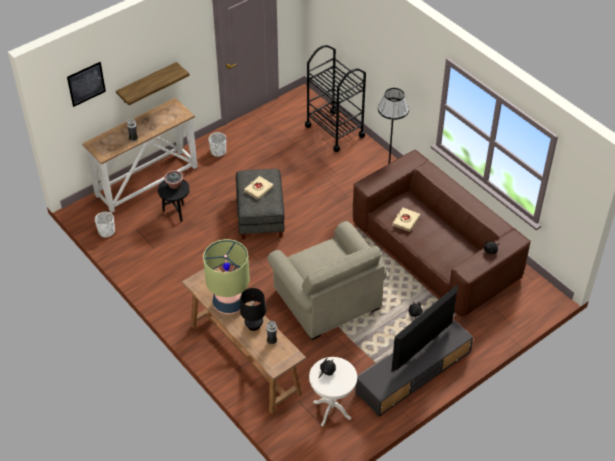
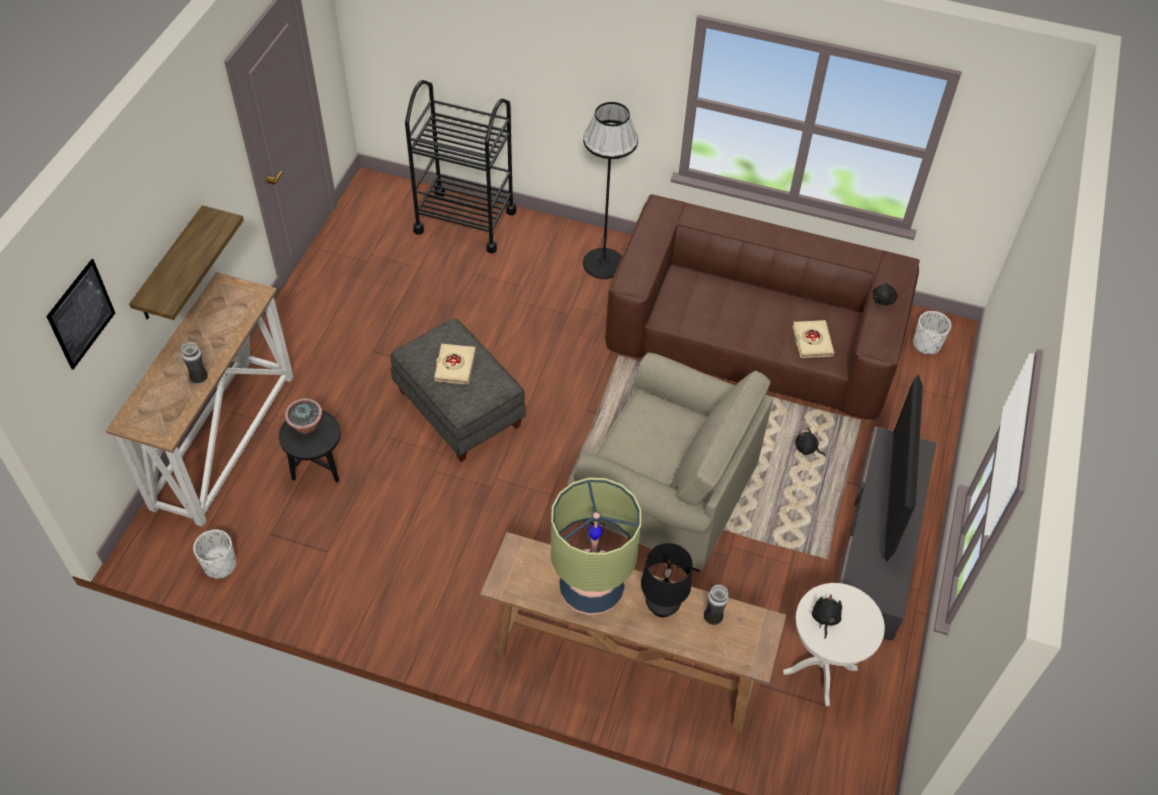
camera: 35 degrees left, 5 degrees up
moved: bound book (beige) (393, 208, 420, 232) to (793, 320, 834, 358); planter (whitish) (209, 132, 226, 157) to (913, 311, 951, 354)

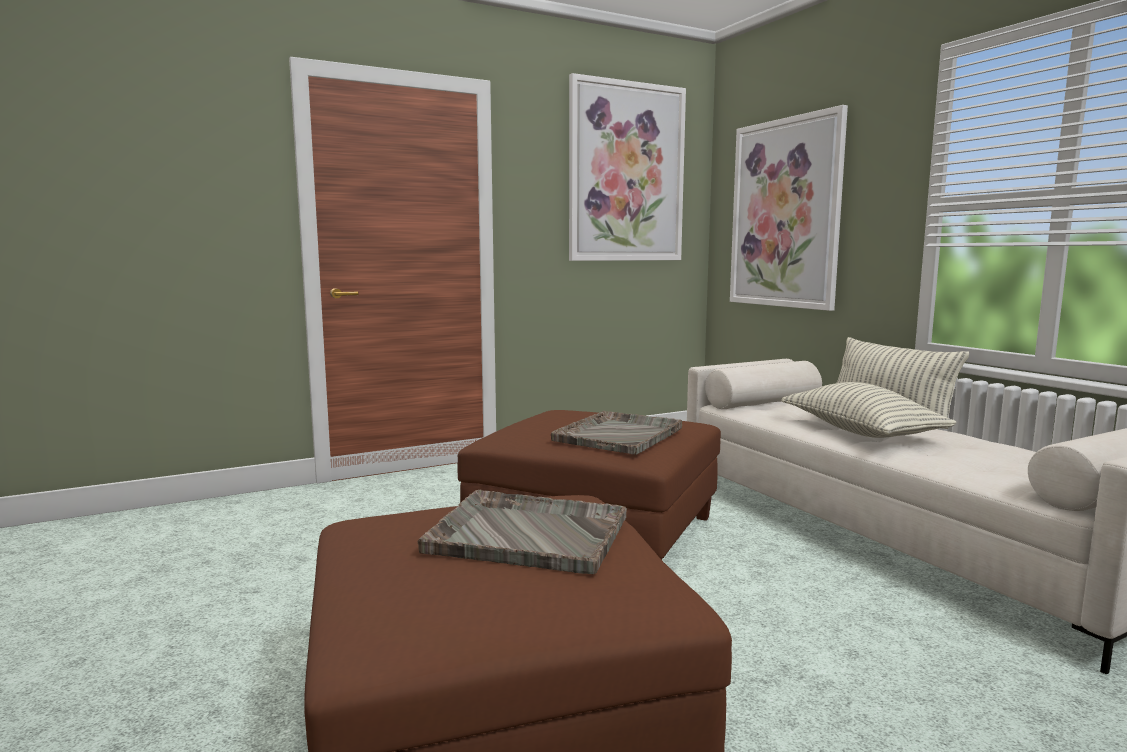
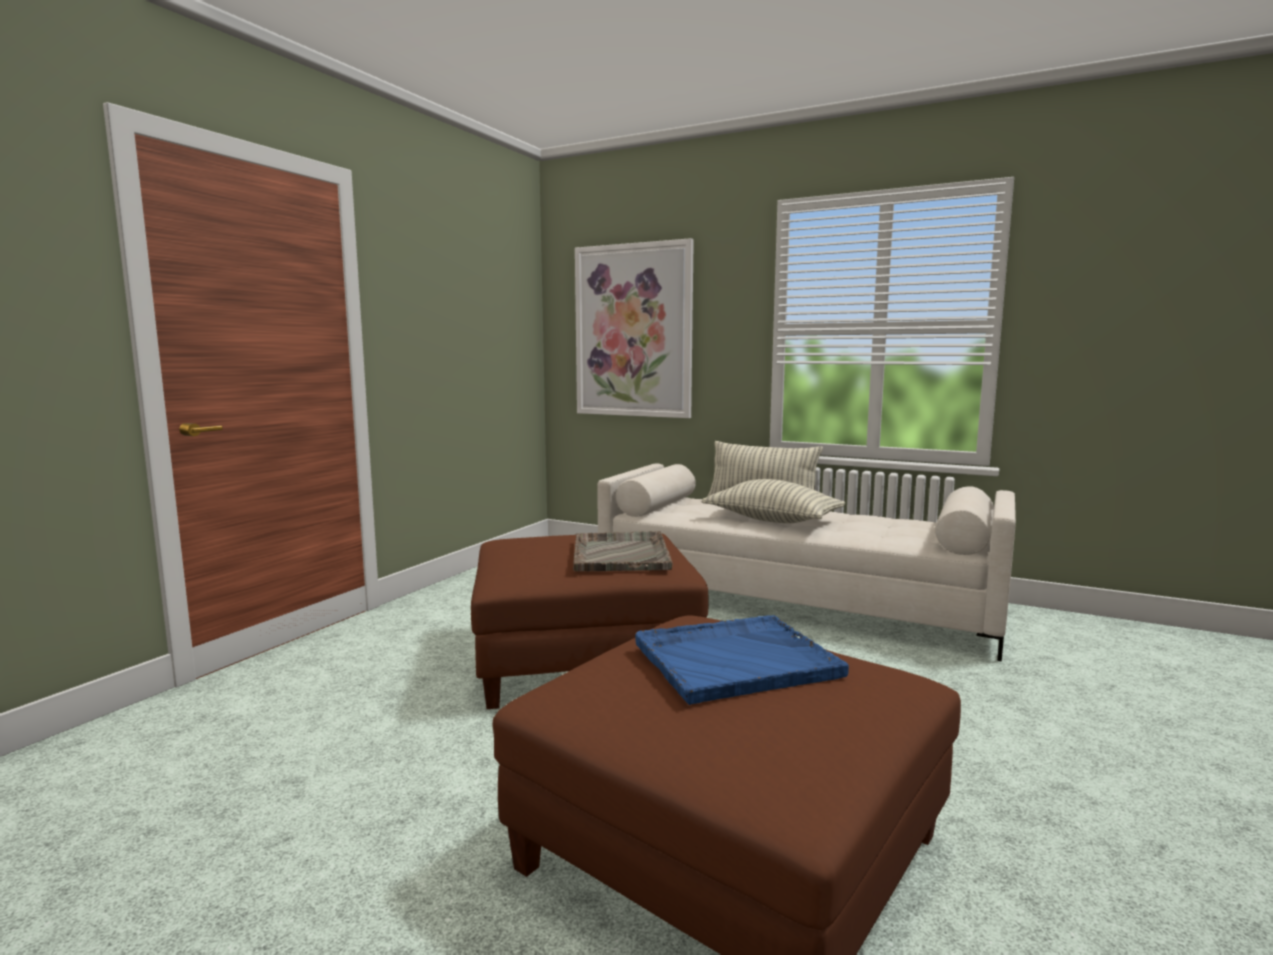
camera: 35 degrees left, 0 degrees up
removed: wall art (569, 73, 686, 261)
recoloured: carrying tray (gray) (418, 490, 627, 574) to carrying tray (blue) (635, 615, 849, 705)

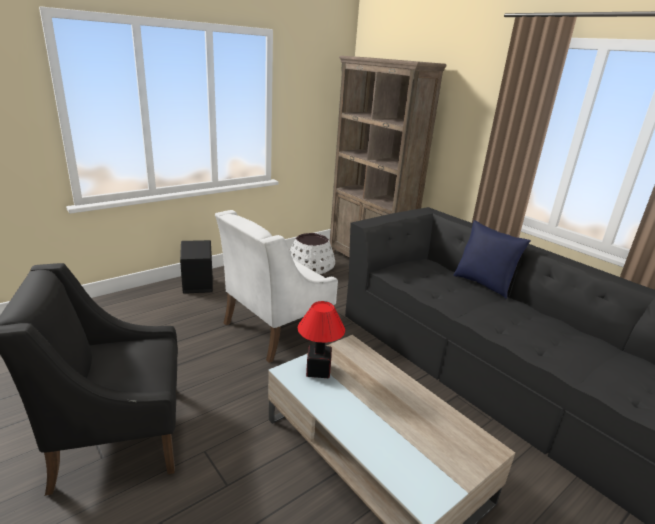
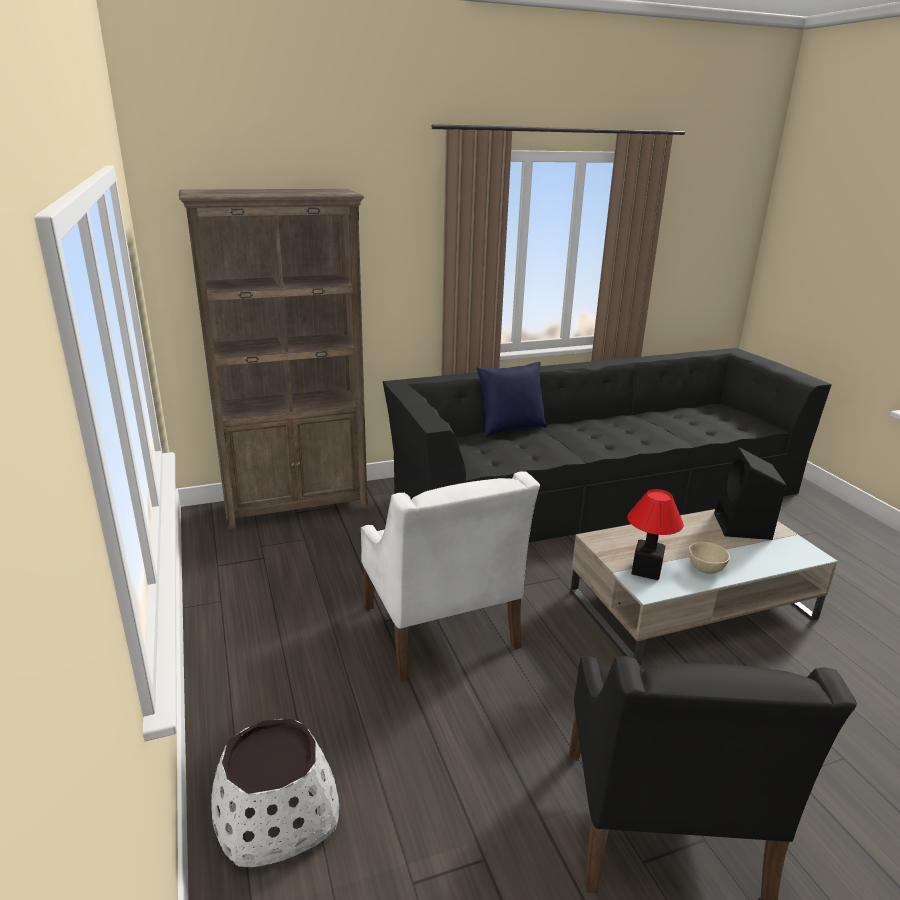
camera: 70 degrees left, 0 degrees up
added: bowl (beige) (689, 542, 730, 574)
moved: planter (whitish) (290, 233, 335, 274) to (211, 719, 339, 867); audio speaker (blackish) (180, 240, 213, 294) to (714, 447, 786, 540)

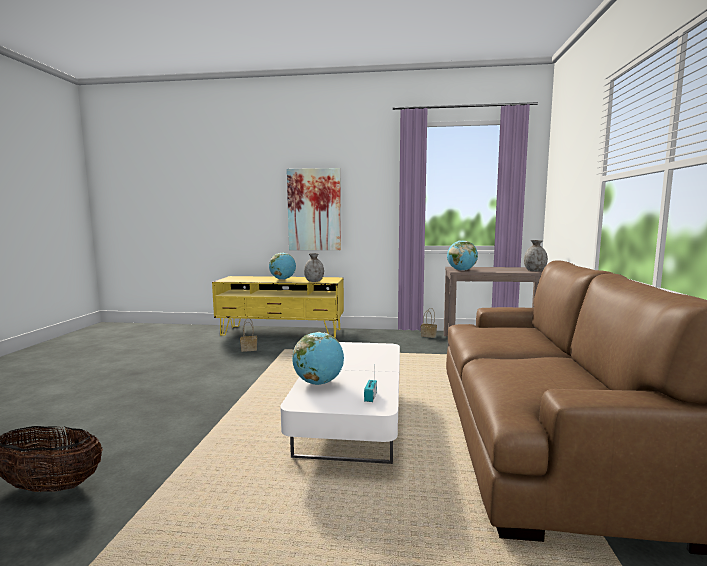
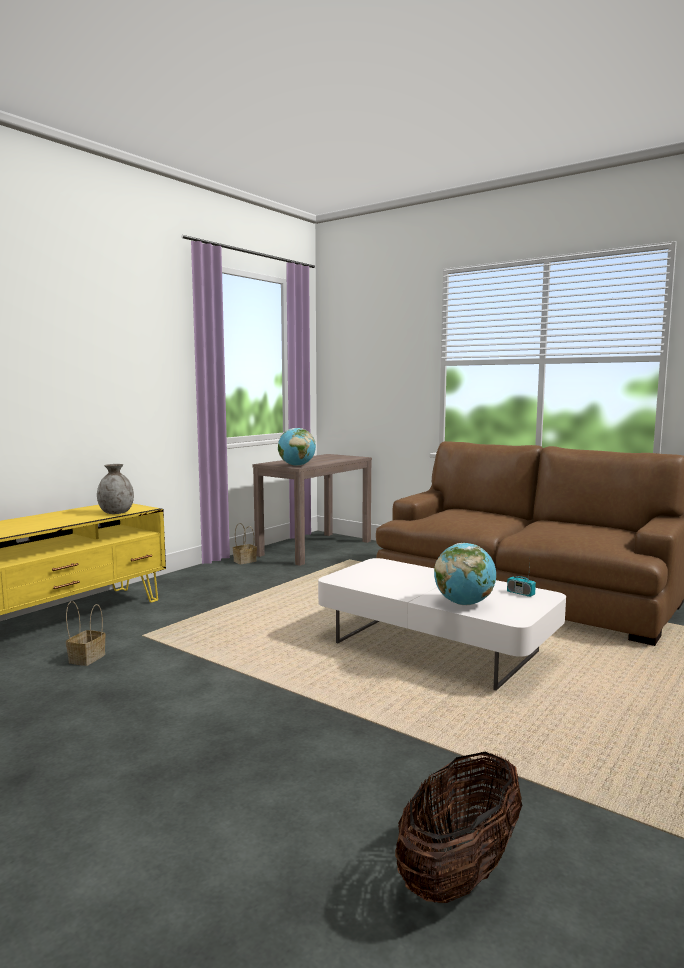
camera: 60 degrees left, 0 degrees up
removed: world globe (269, 253, 296, 280); wall art (287, 168, 341, 250); vase (gray) (524, 240, 548, 271)

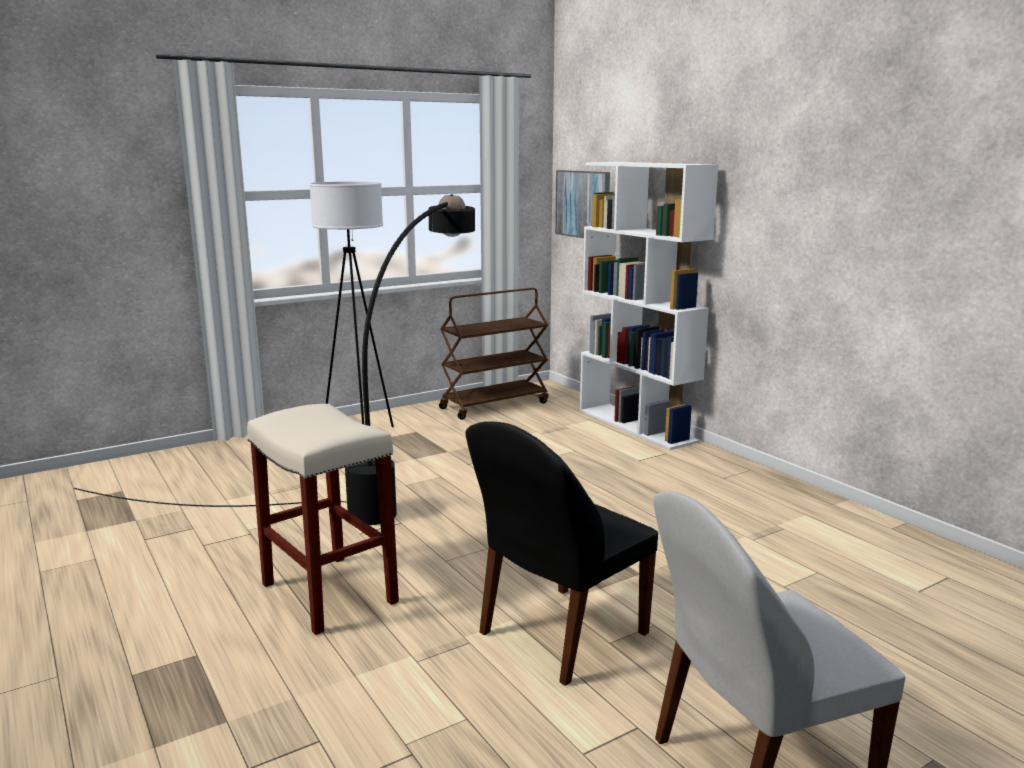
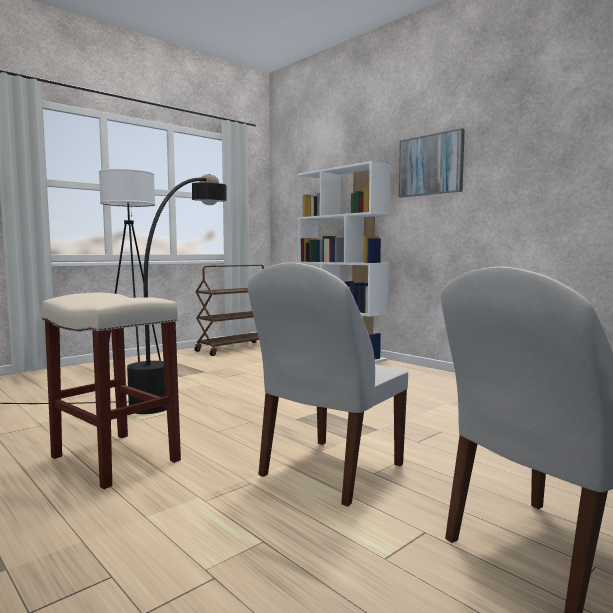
camera: 10 degrees left, 10 degrees down
moved: wall art (555, 170, 610, 238) to (399, 128, 465, 197)
recoloured: plain chair (blackish) (466, 421, 658, 686) to plain chair (whitish) (247, 262, 408, 506)

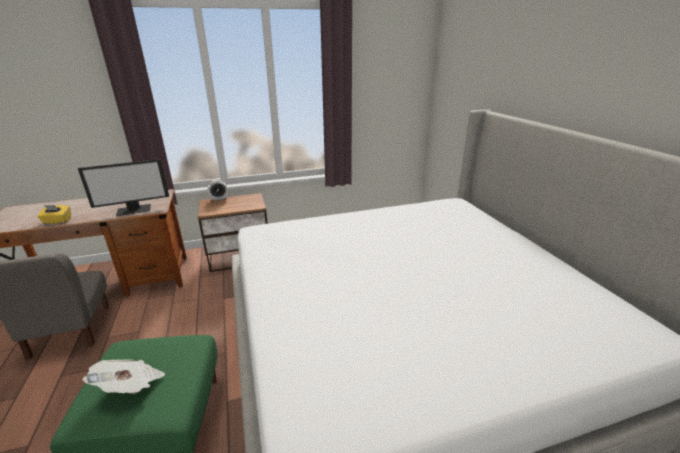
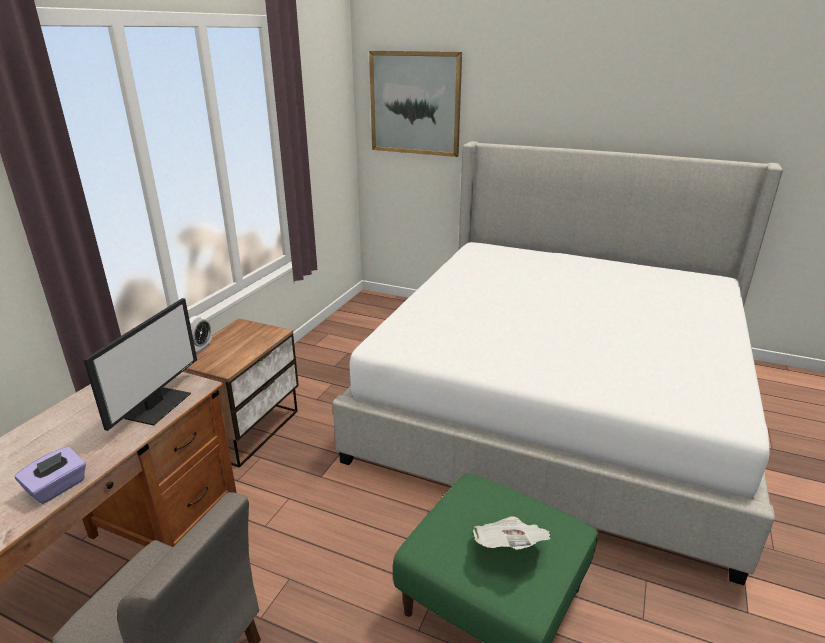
camera: 50 degrees left, 0 degrees up
added: wall art (369, 51, 462, 157)
recoloured: tissue holder (yellow) (37, 205, 71, 224) to tissue holder (purple-coloured) (15, 447, 86, 504)

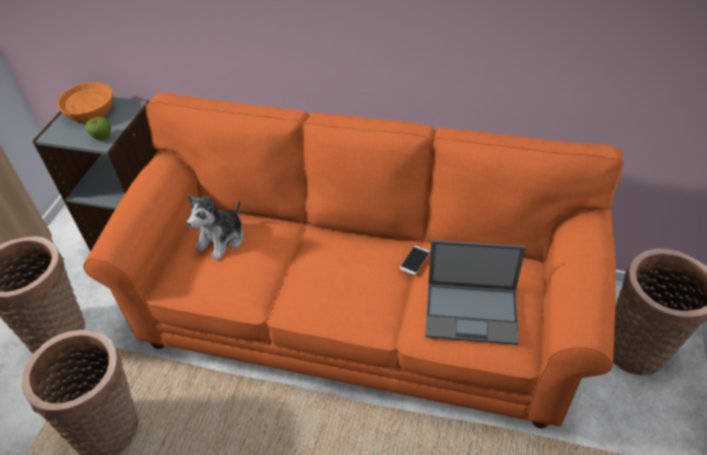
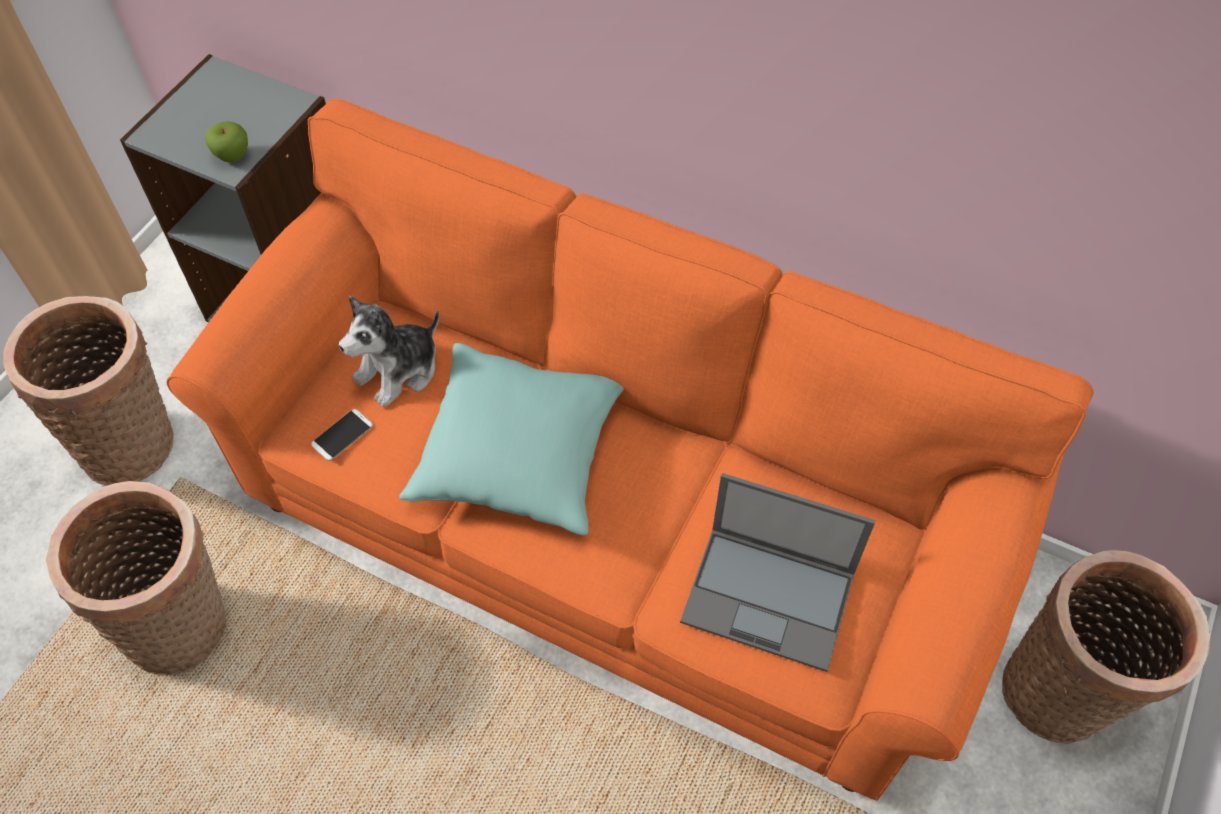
camera: 10 degrees right, 10 degrees up
removed: bowl (orange) (57, 82, 113, 123)
added: pillow (turquoise-coloured) (399, 343, 624, 536)
moved: telephone (400, 245, 430, 275) to (311, 409, 373, 461)

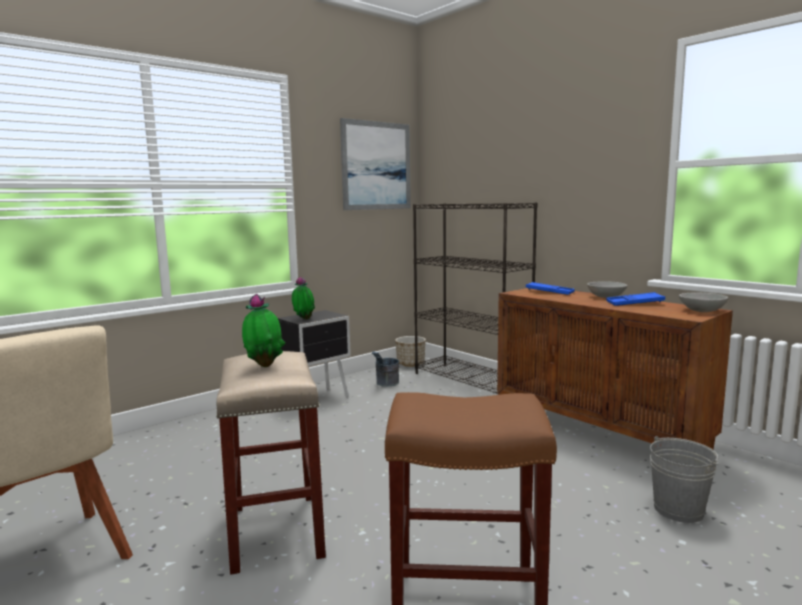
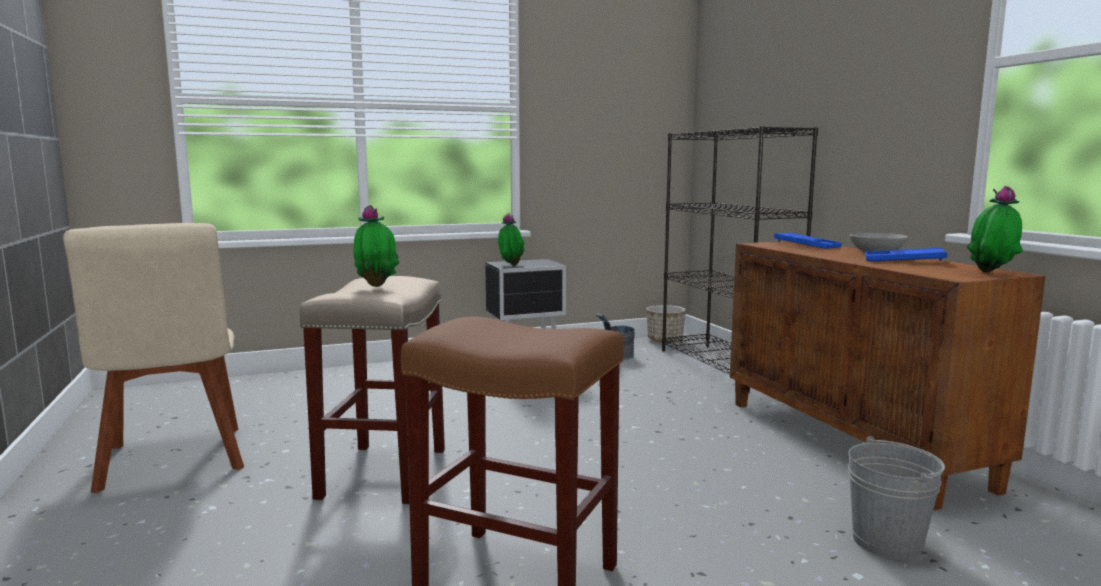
camera: 20 degrees right, 0 degrees up
removed: wall art (340, 118, 411, 210)
replaced: bowl (gray) (679, 293, 728, 312) to potted plant (967, 186, 1023, 272)

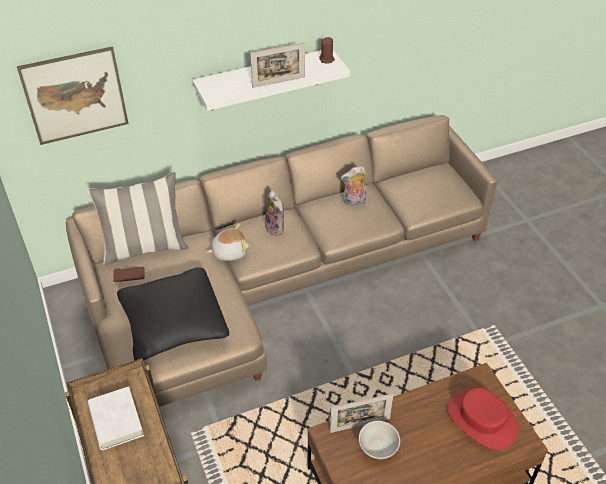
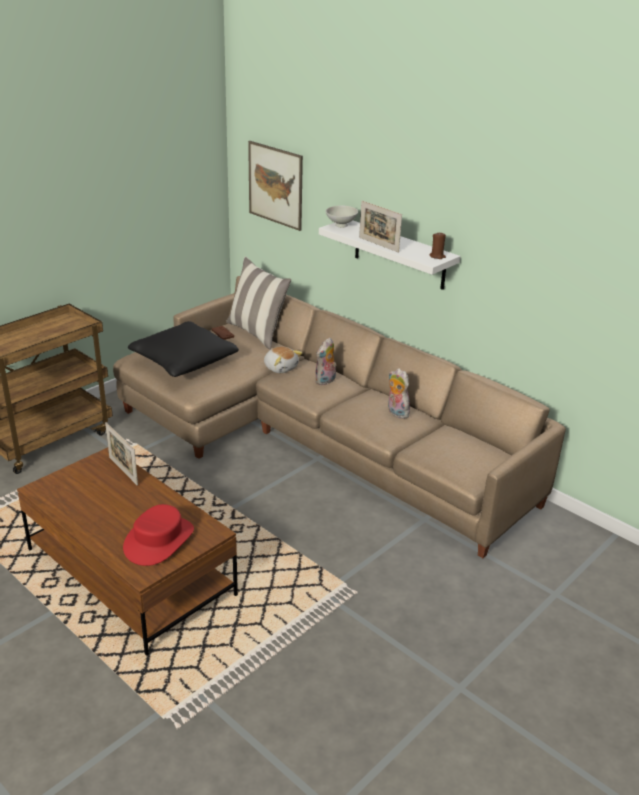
camera: 65 degrees right, 15 degrees down
removed: bound book (whitish) (88, 386, 144, 450)
moved: bowl (whitish) (359, 421, 400, 459) to (325, 205, 358, 228)

